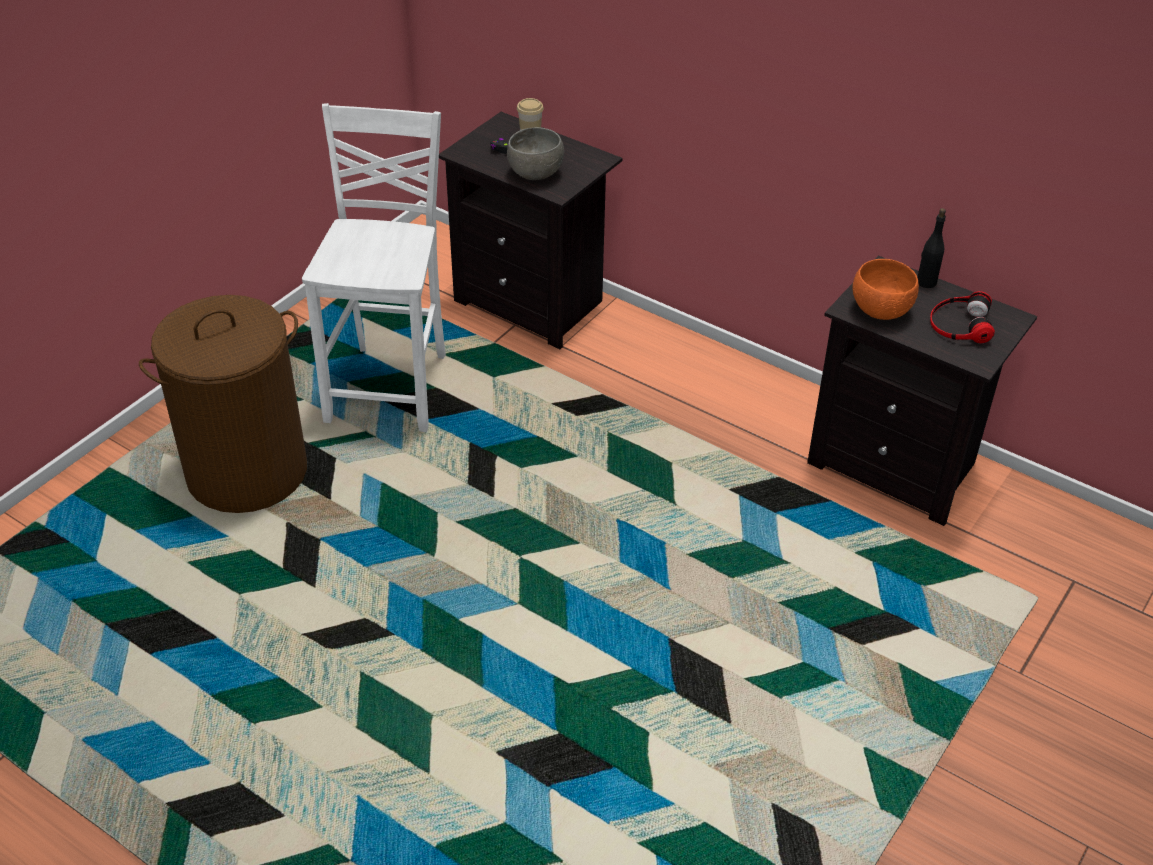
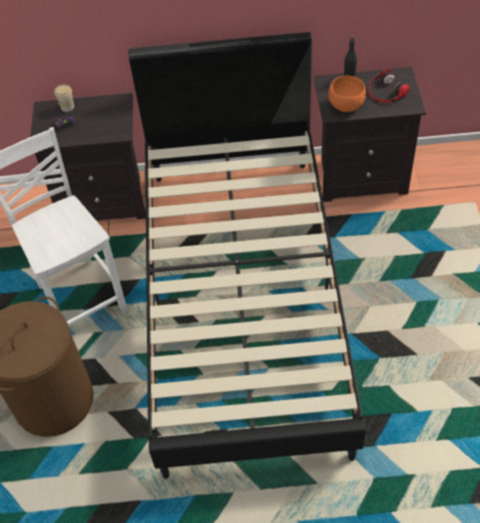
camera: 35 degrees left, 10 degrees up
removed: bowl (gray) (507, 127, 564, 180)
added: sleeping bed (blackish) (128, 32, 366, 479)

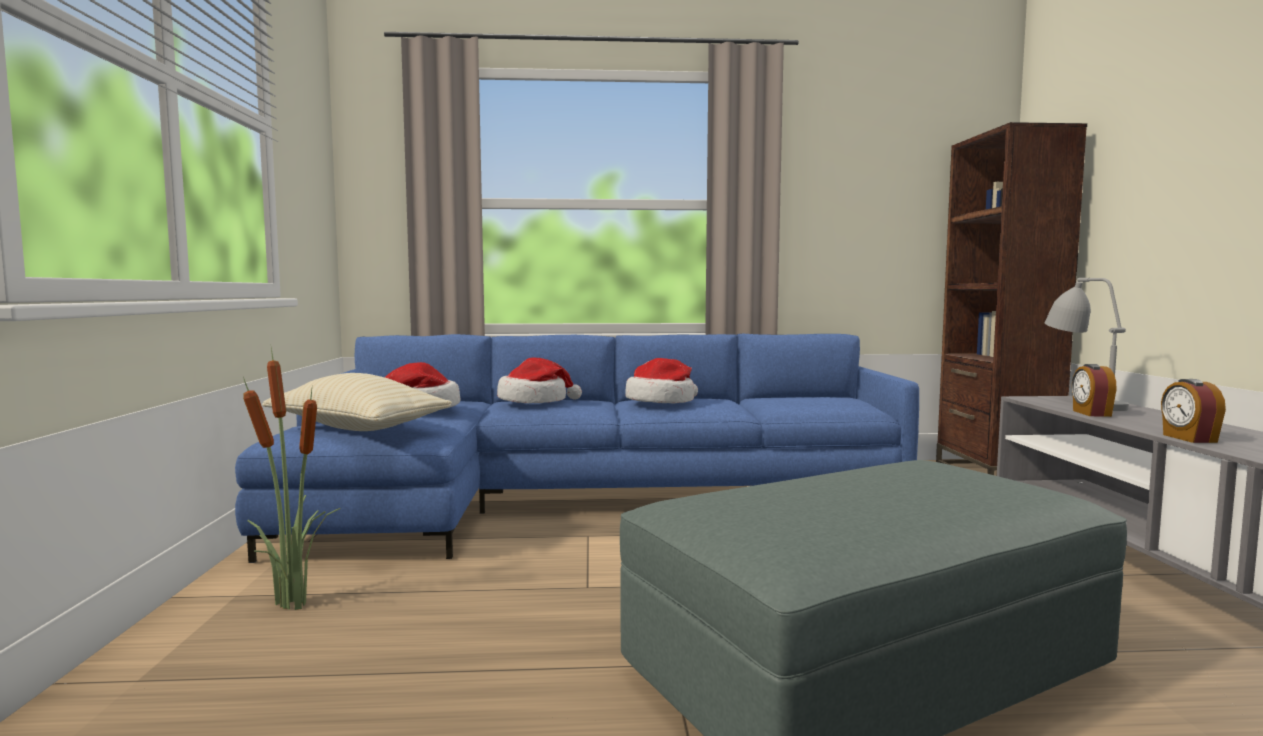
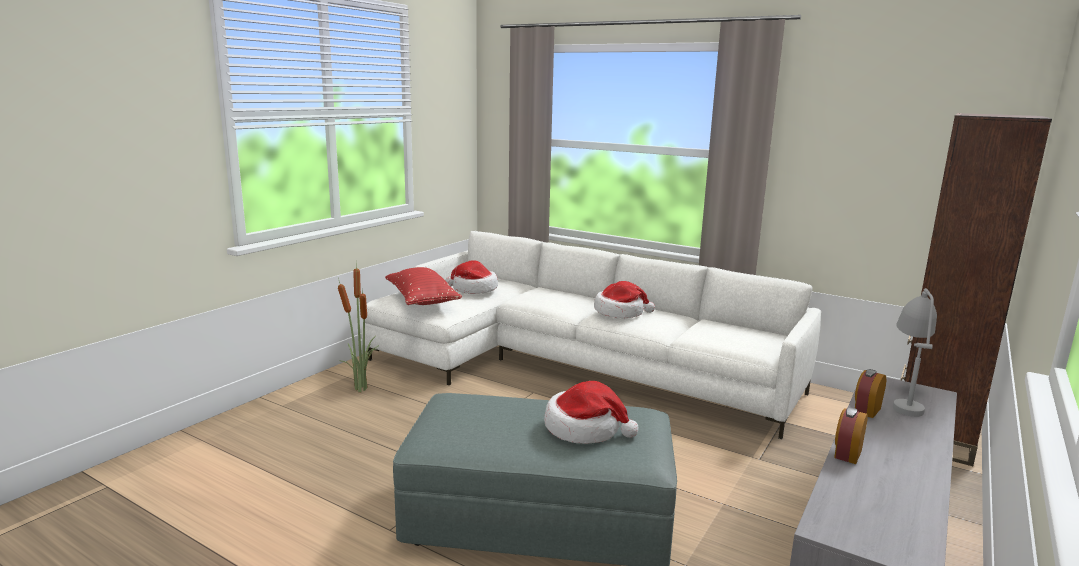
camera: 35 degrees right, 10 degrees up
moved: hat (497, 357, 582, 403) to (544, 381, 639, 444)
recoloured: sofa (blue) (235, 334, 919, 563) to sofa (whitish) (362, 231, 821, 439); pillow (beige) (262, 373, 452, 431) to pillow (red-coloured) (385, 267, 462, 305)

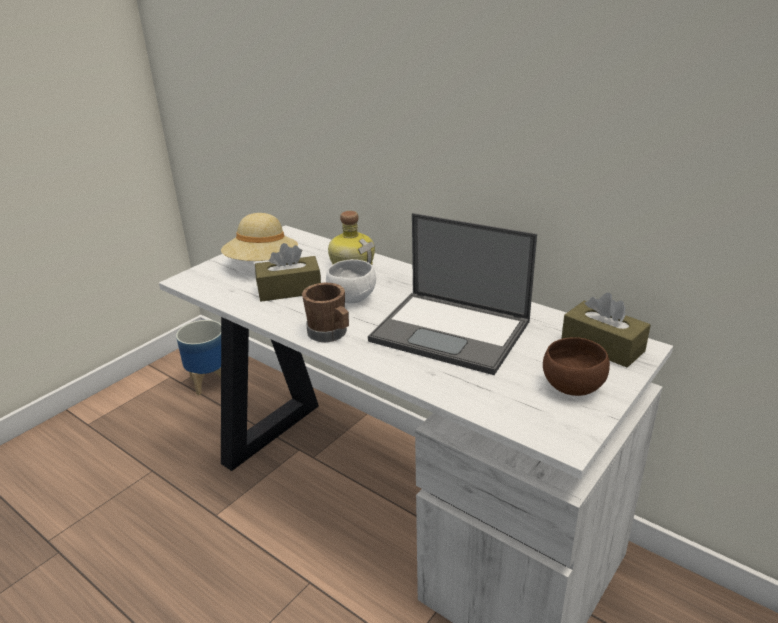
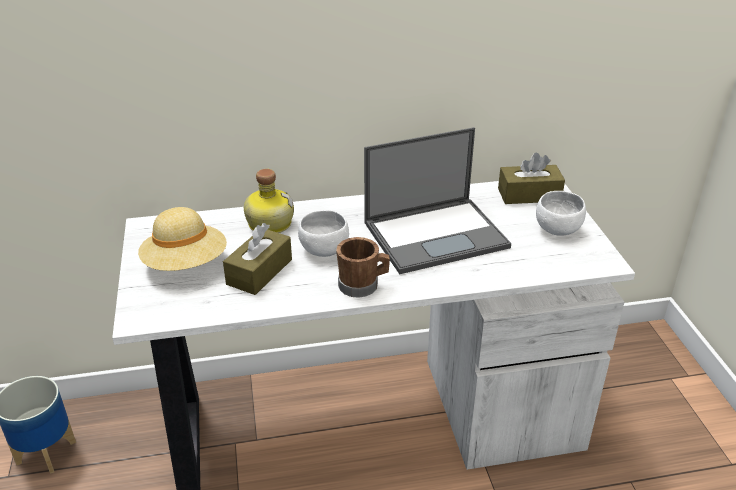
camera: 50 degrees left, 5 degrees up
recoloured: bowl (brownish) (543, 337, 610, 396) to bowl (whitish) (536, 191, 586, 236)

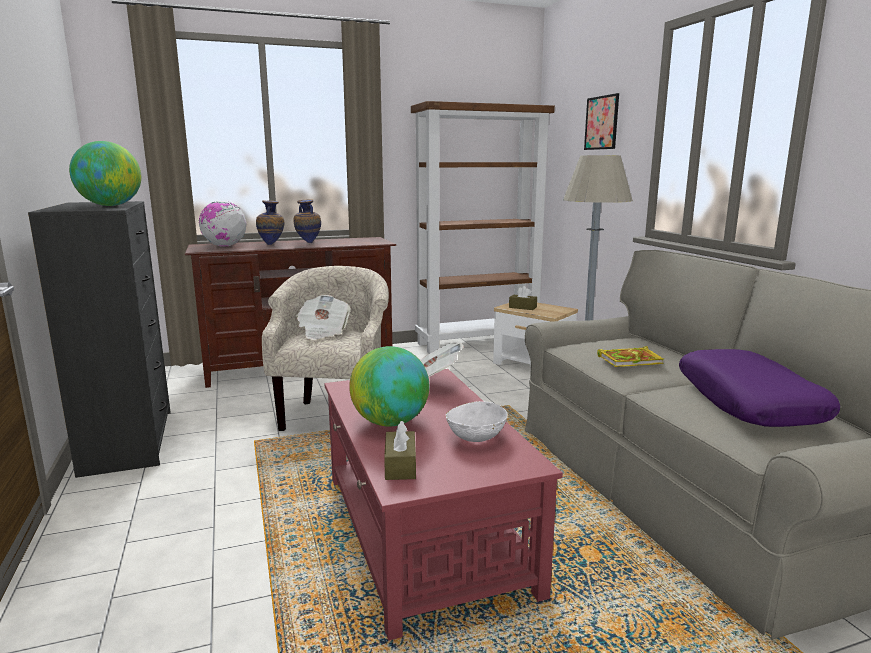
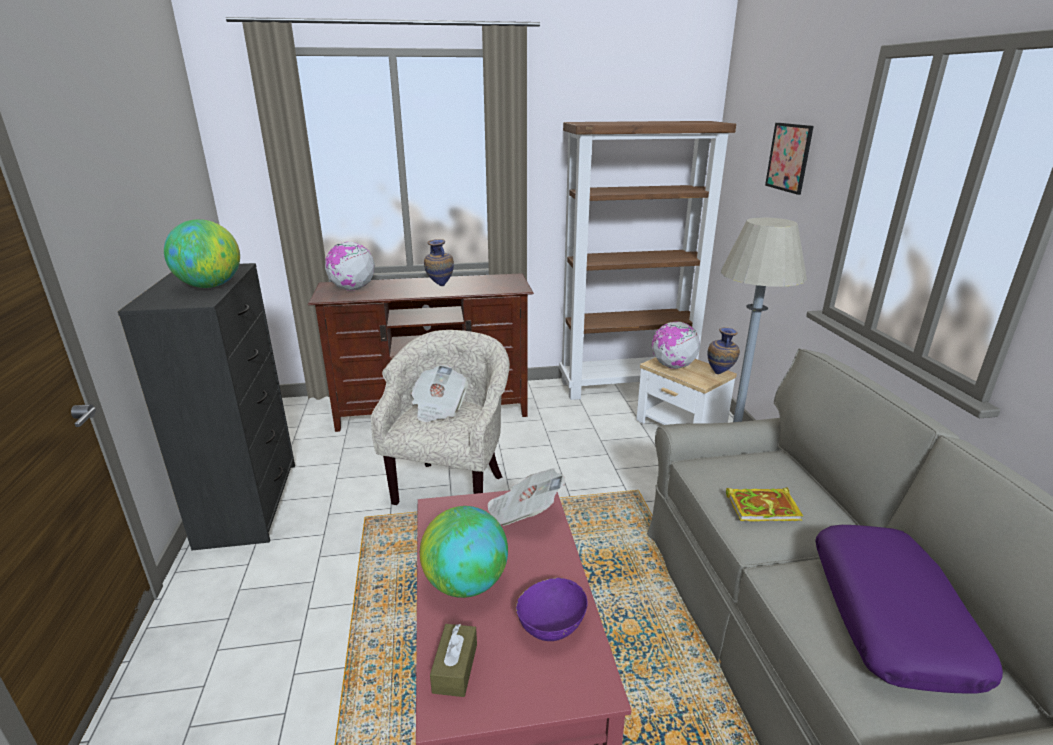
camera: 10 degrees right, 10 degrees up
moved: vase (256, 200, 284, 245) to (707, 327, 740, 374)
replaced: tissue holder (brownish) (509, 286, 537, 310) to world globe (652, 322, 700, 369)
recoloured: bowl (whitish) (446, 401, 507, 442) to bowl (purple-coloured) (516, 578, 588, 641)

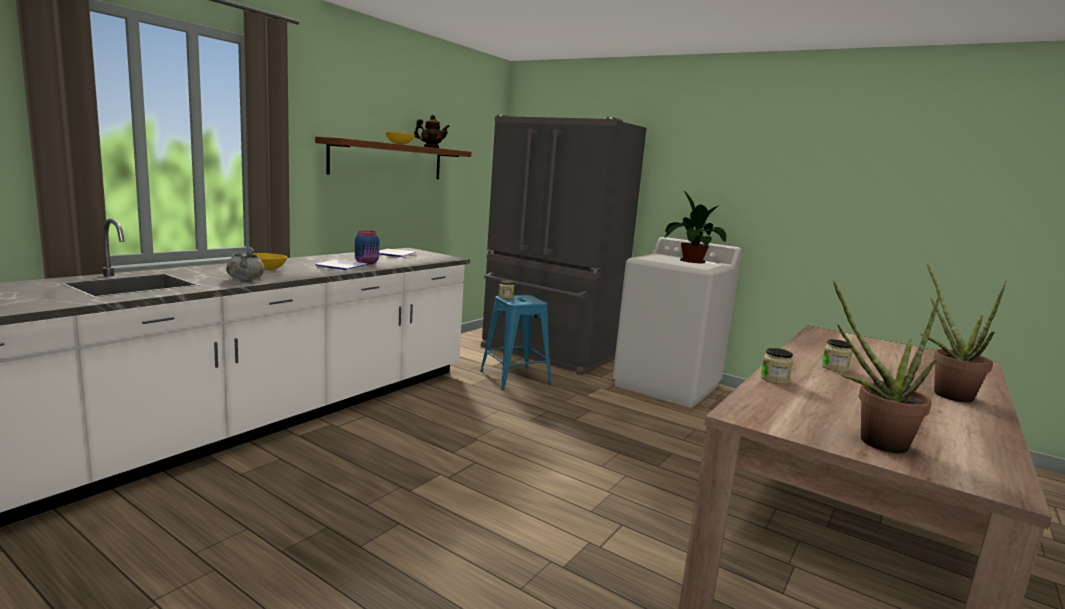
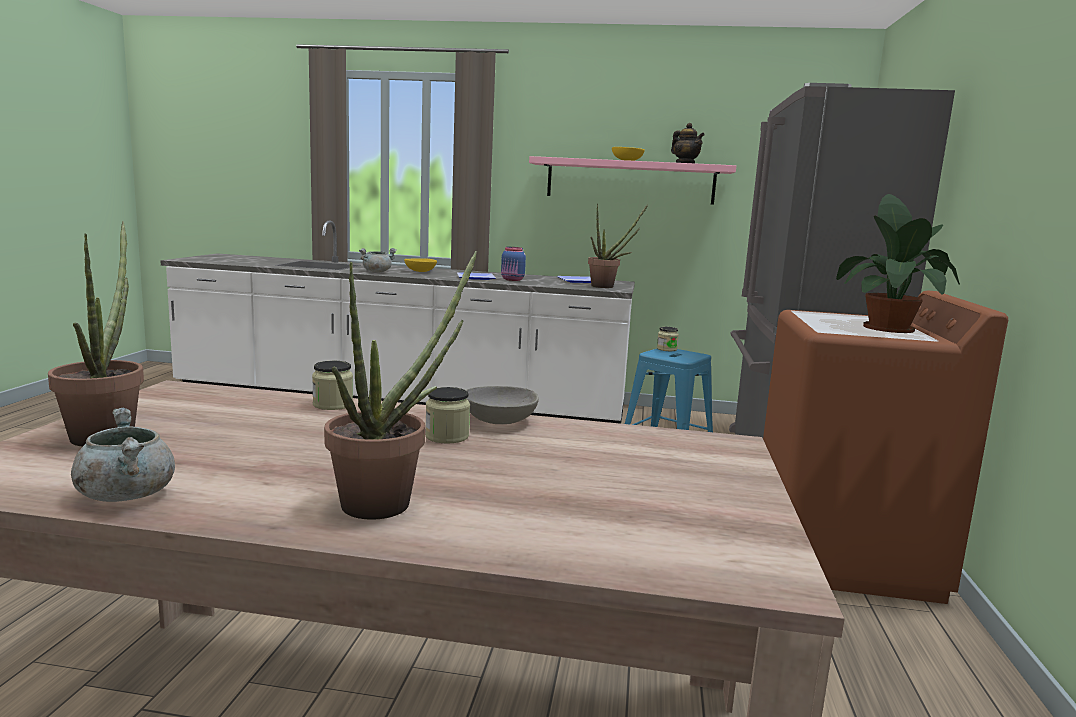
camera: 65 degrees right, 0 degrees up
added: saucepot (gray) (71, 408, 175, 502); bowl (gray) (466, 386, 539, 424); potted plant (588, 204, 648, 288)
recoloured: bracket shelf (brownish) (315, 137, 471, 179) to bracket shelf (pink) (529, 156, 736, 205); laundry machine (whitish) (613, 237, 742, 408) to laundry machine (brownish) (763, 290, 1008, 604)

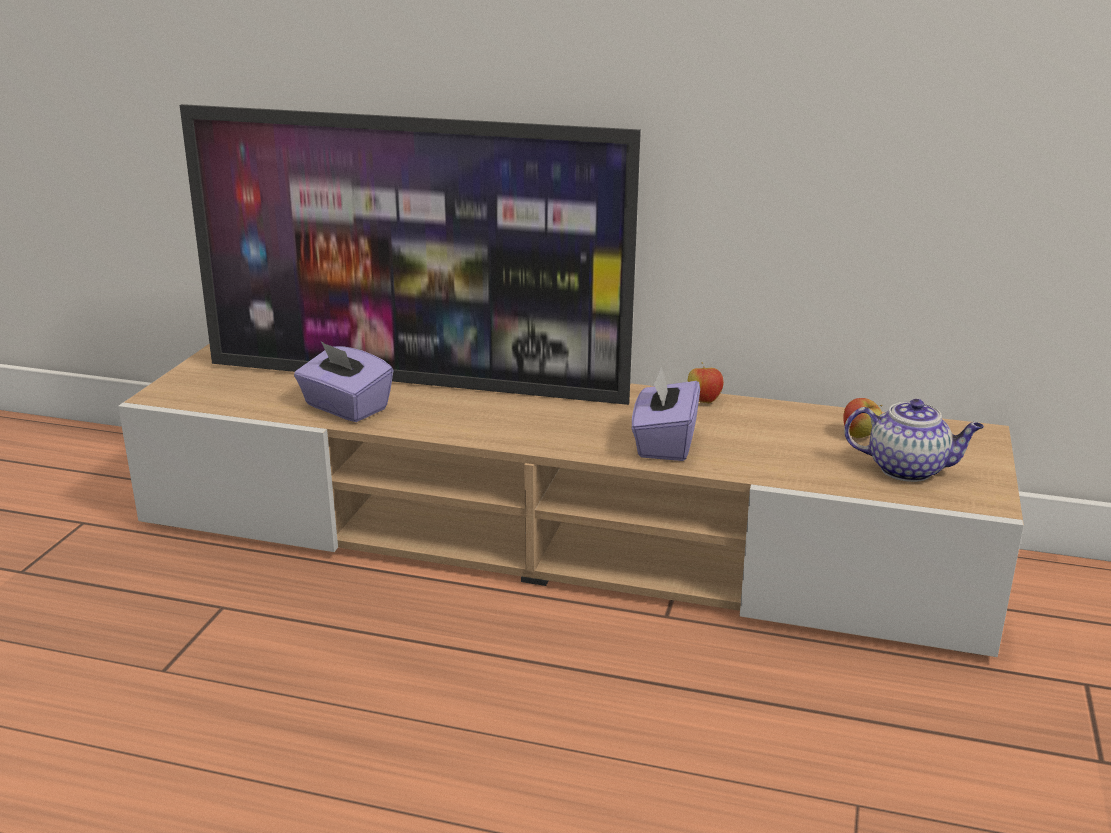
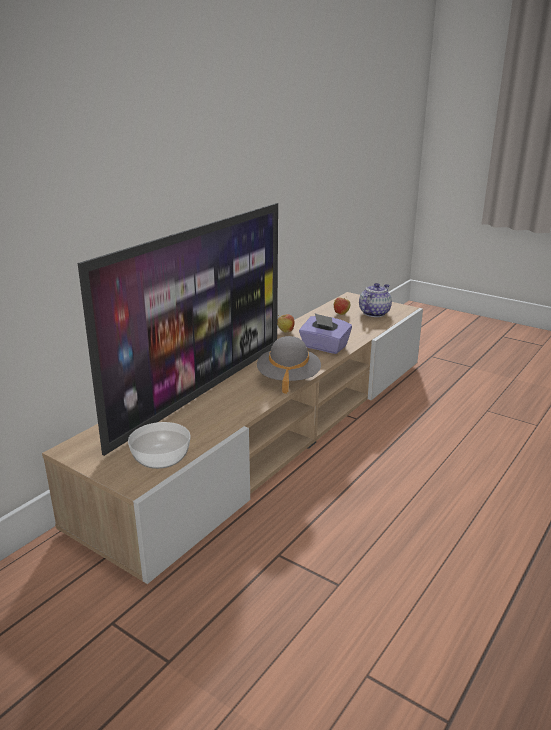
camera: 70 degrees left, 0 degrees up
removed: tissue holder (purple-coloured) (294, 341, 394, 422)
added: bowl (128, 422, 190, 469); hat (gray) (257, 336, 321, 394)

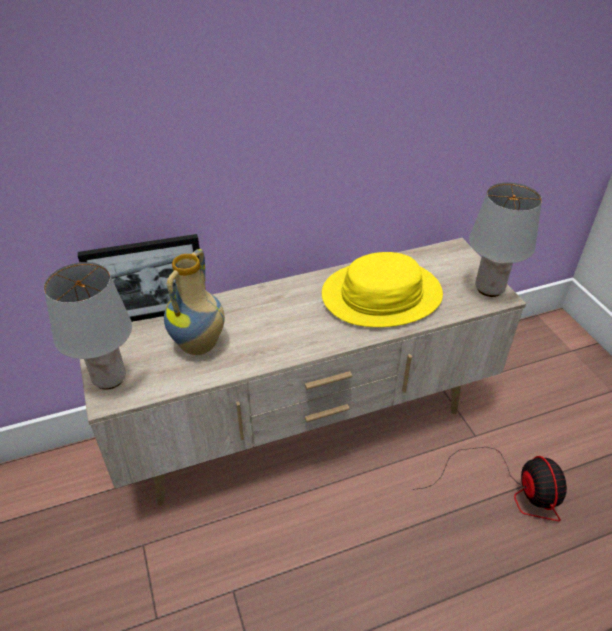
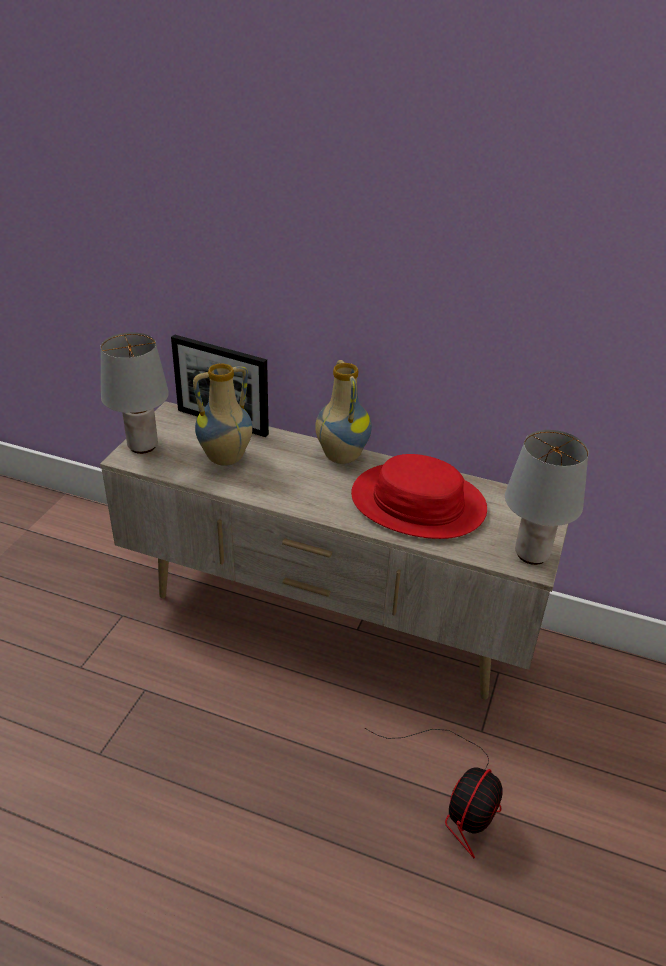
camera: 40 degrees right, 5 degrees down
added: vase (315, 360, 372, 464)
recoloured: hat (yellow) (322, 252, 443, 327) to hat (red-coloured) (351, 454, 487, 539)

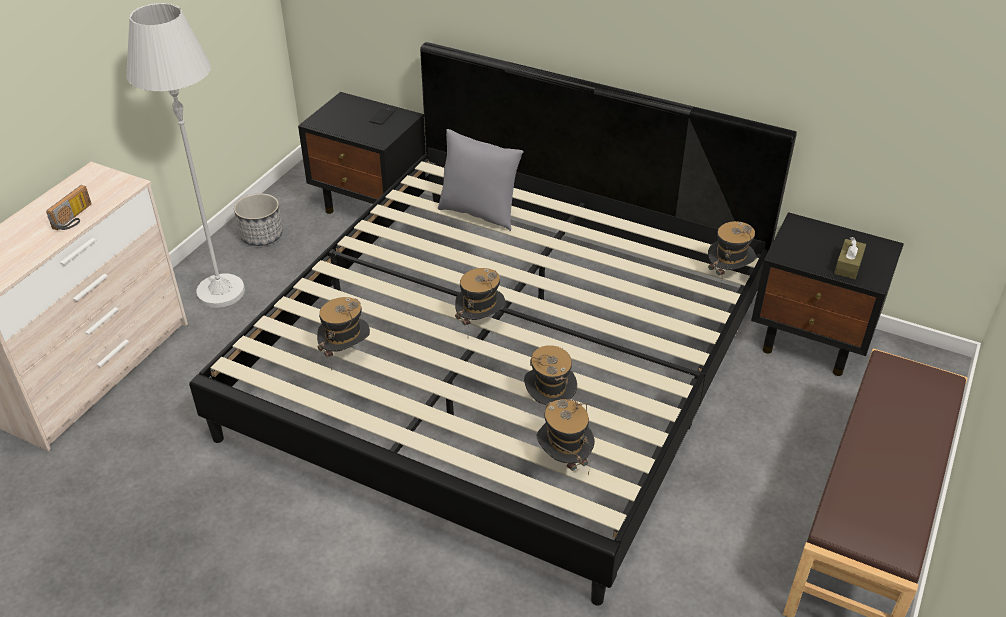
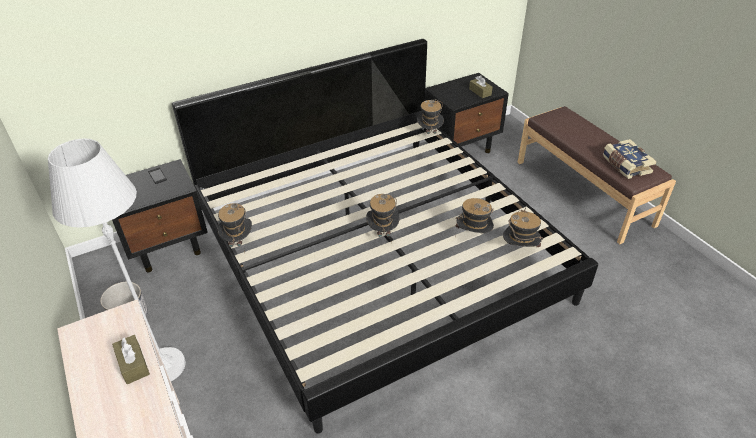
camera: 55 degrees left, 0 degrees up
removed: pillow (gray) (438, 129, 524, 231)
added: bound book (603, 139, 657, 179)
moved: hat (317, 297, 370, 370) to (218, 203, 252, 253)
replaced: radio receiver (46, 185, 92, 230) to tissue holder (brownish) (112, 335, 150, 384)

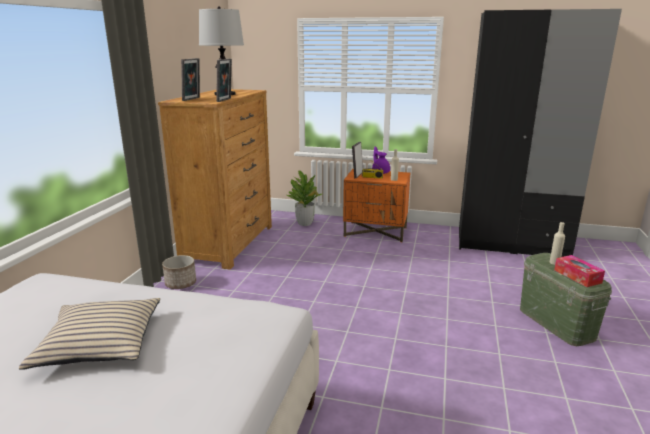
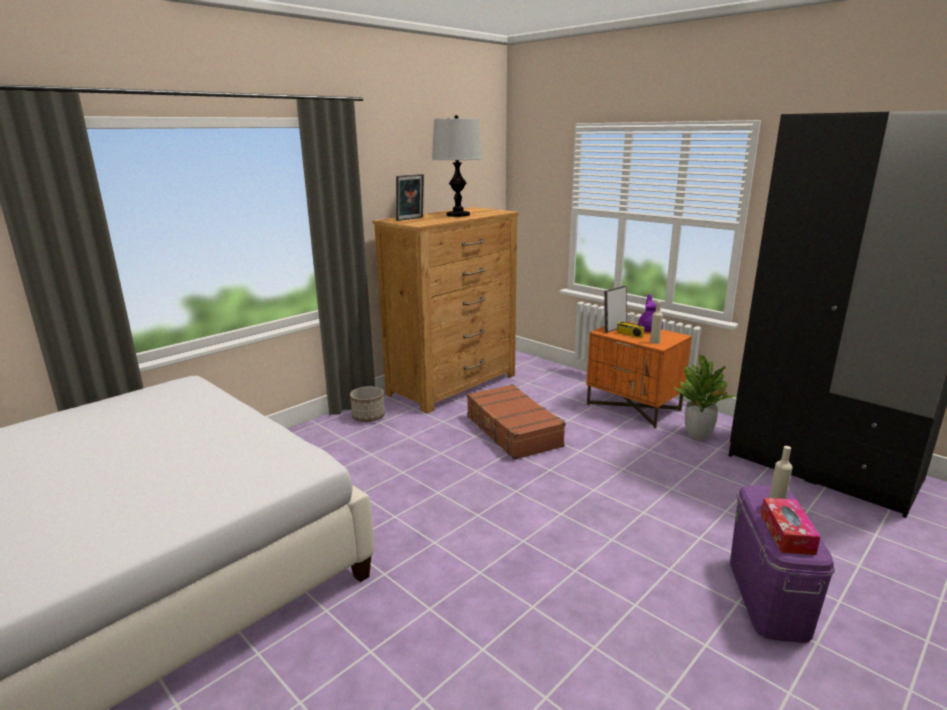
camera: 30 degrees right, 0 degrees up
removed: pillow (beige) (19, 298, 160, 370); standing frame (216, 59, 232, 102)
added: suitcase (brownish) (467, 384, 566, 460)
moved: potted plant (287, 171, 323, 226) to (674, 355, 735, 440)
recoloured: storage container (green) (520, 253, 612, 346) to storage container (purple-coloured) (730, 485, 835, 643)

